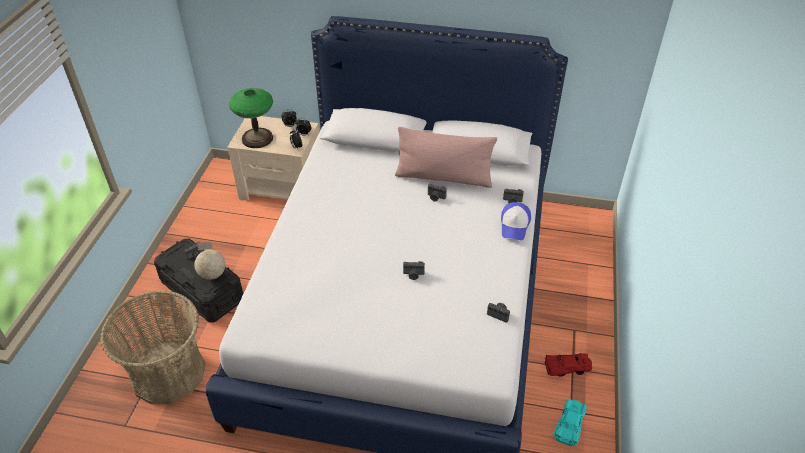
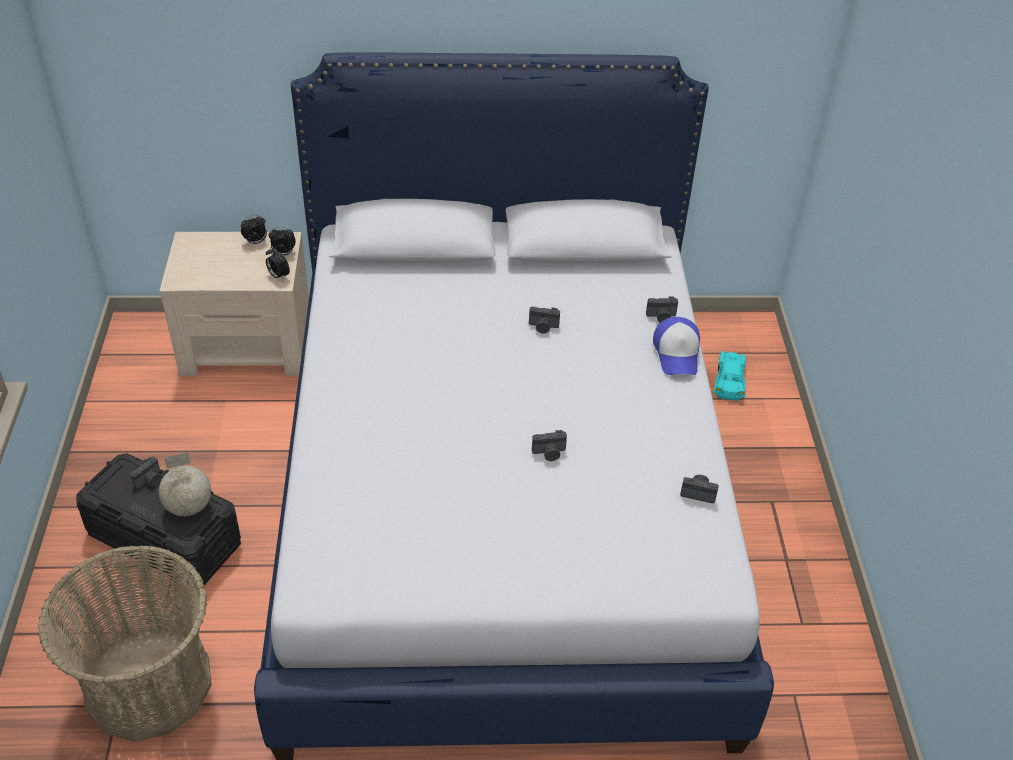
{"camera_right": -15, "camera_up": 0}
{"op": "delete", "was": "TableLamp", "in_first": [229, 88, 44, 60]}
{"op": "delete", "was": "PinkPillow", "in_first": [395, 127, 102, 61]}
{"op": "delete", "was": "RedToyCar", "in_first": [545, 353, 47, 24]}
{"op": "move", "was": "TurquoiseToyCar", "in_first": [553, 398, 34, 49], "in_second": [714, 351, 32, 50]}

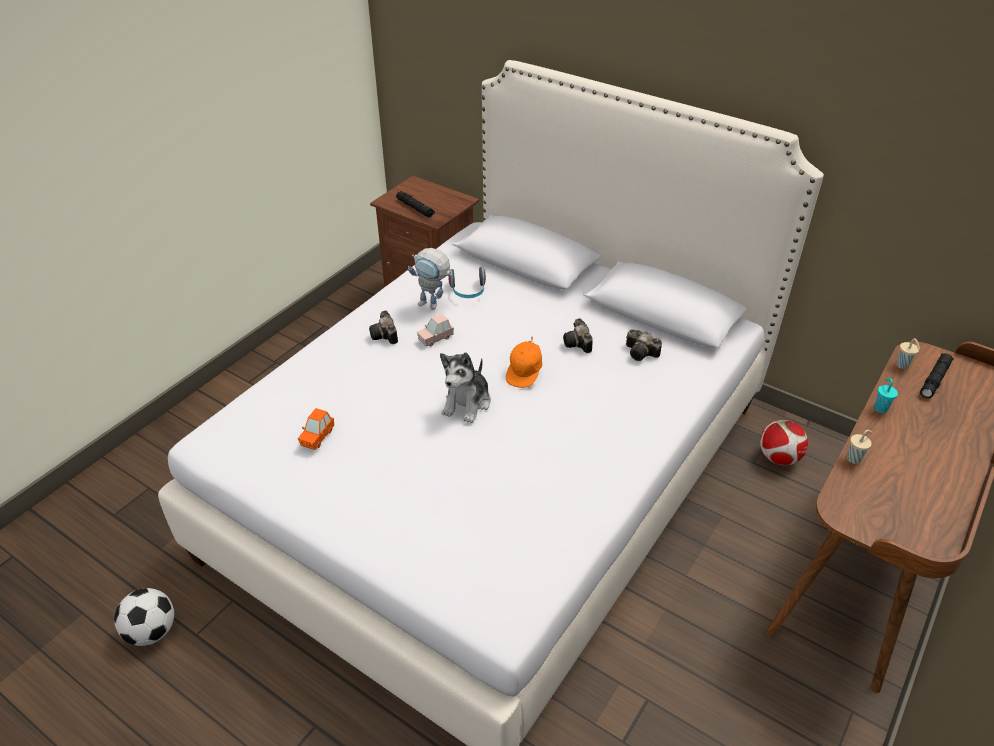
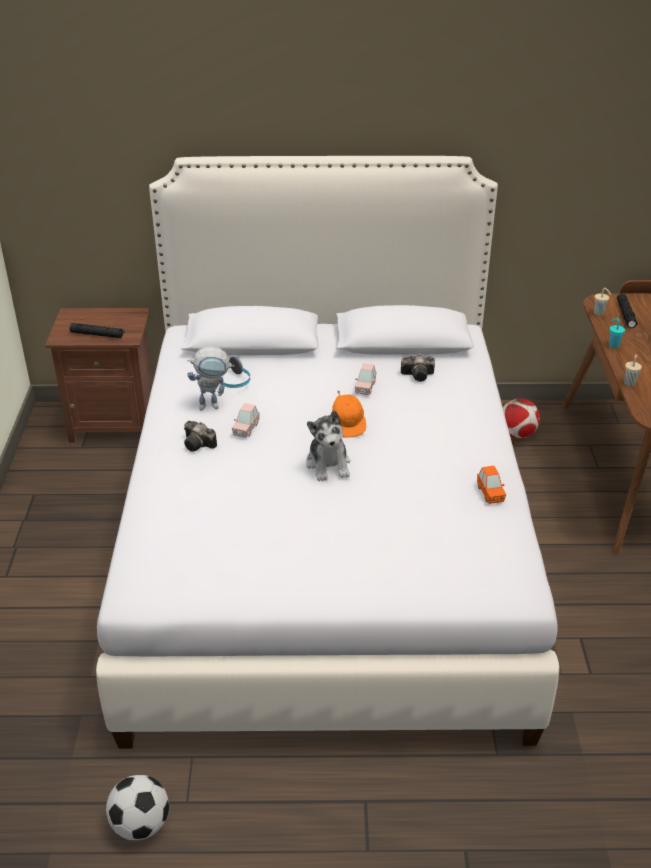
{"camera_right": -35, "camera_up": -5}
{"op": "move", "was": "OrangeToyCar", "in_first": [298, 408, 36, 42], "in_second": [477, 466, 29, 38]}
{"op": "replace", "was": "PhotoCamera", "now": "PinkToyCar", "in_first": [563, 318, 30, 35], "in_second": [355, 363, 22, 32]}

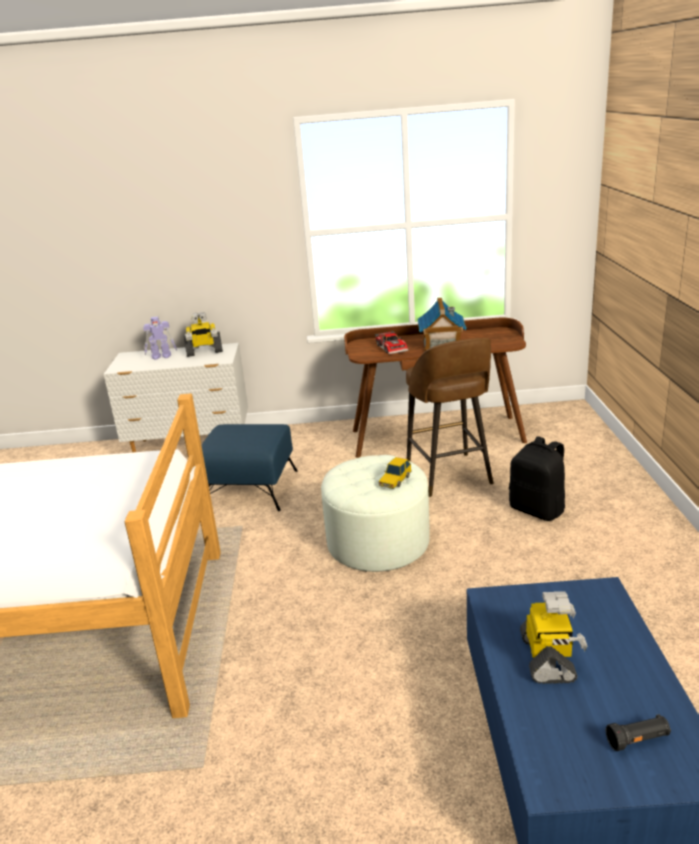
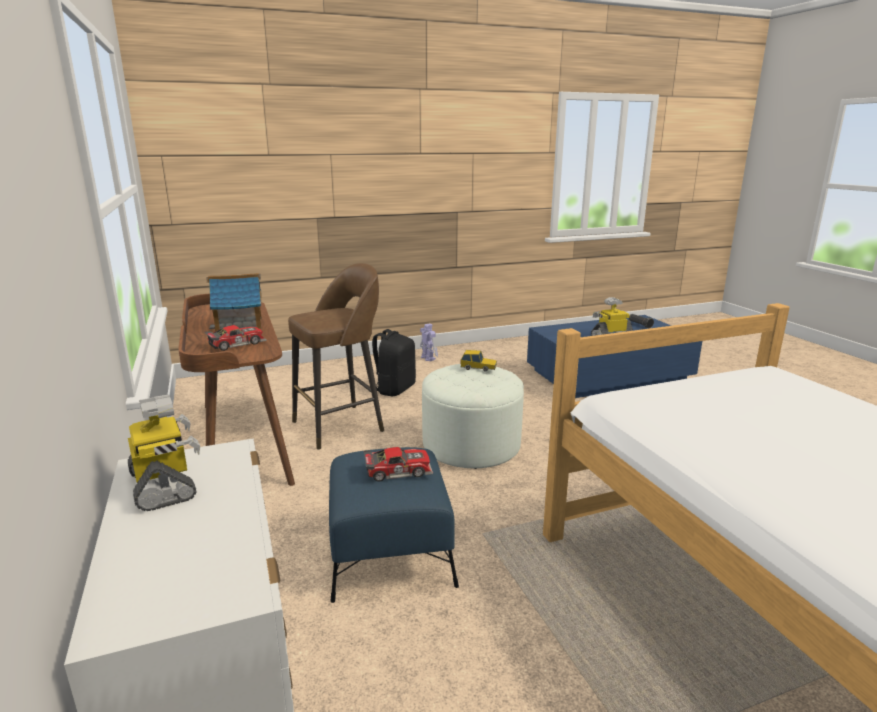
{"camera_right": -110, "camera_up": -5}
{"op": "insert", "now": "ToyCar", "in_second": [363, 447, 70, 35]}
{"op": "move", "was": "ToyRobot", "in_first": [143, 316, 34, 44], "in_second": [420, 324, 18, 37]}

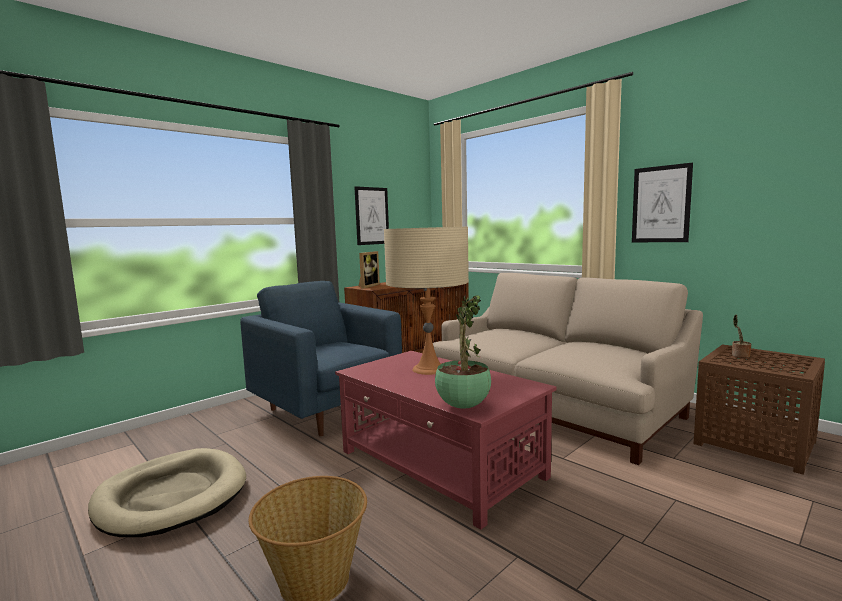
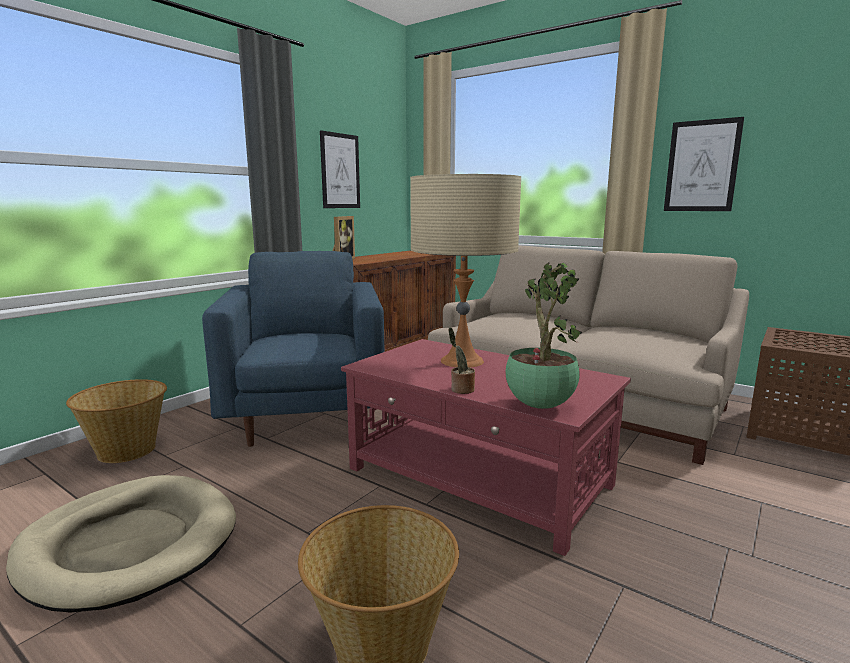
{"camera_right": -10, "camera_up": 5}
{"op": "insert", "now": "Basket", "in_second": [66, 379, 101, 84]}
{"op": "move", "was": "PottedPlant", "in_first": [732, 315, 19, 43], "in_second": [449, 327, 26, 67]}
{"op": "rotate", "was": "BlueArmchair", "in_first": [240, 281, 162, 155], "in_second": [202, 251, 183, 196], "clockwise": 45}

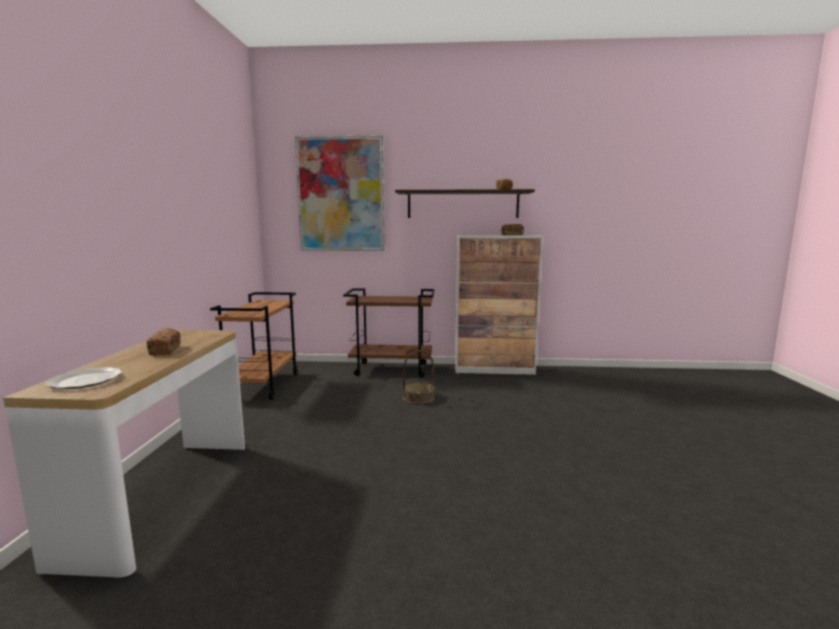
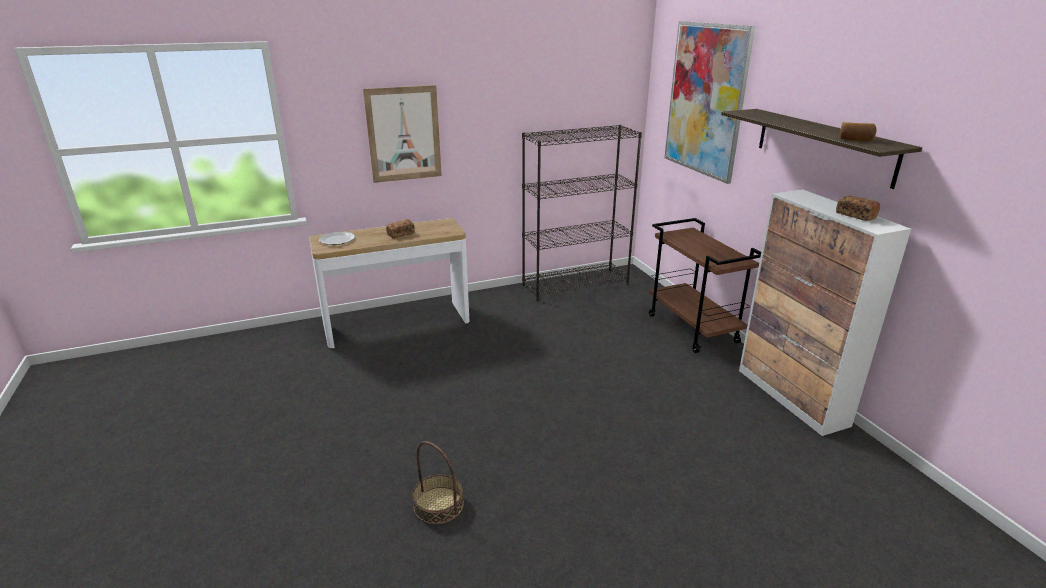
{"camera_right": 65, "camera_up": 15}
{"op": "insert", "now": "Picture", "in_second": [363, 85, 79, 98]}
{"op": "move", "was": "Basket", "in_first": [403, 350, 31, 54], "in_second": [412, 441, 52, 83]}
{"op": "replace", "was": "BrownCart", "now": "BlackBookcase", "in_first": [210, 292, 88, 108], "in_second": [522, 125, 120, 176]}

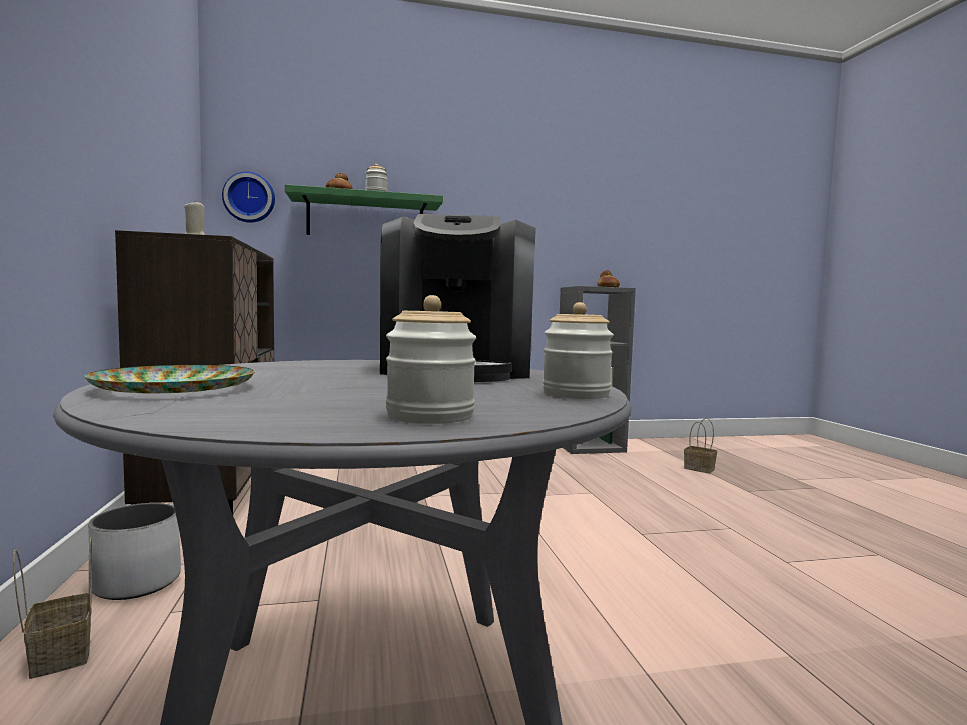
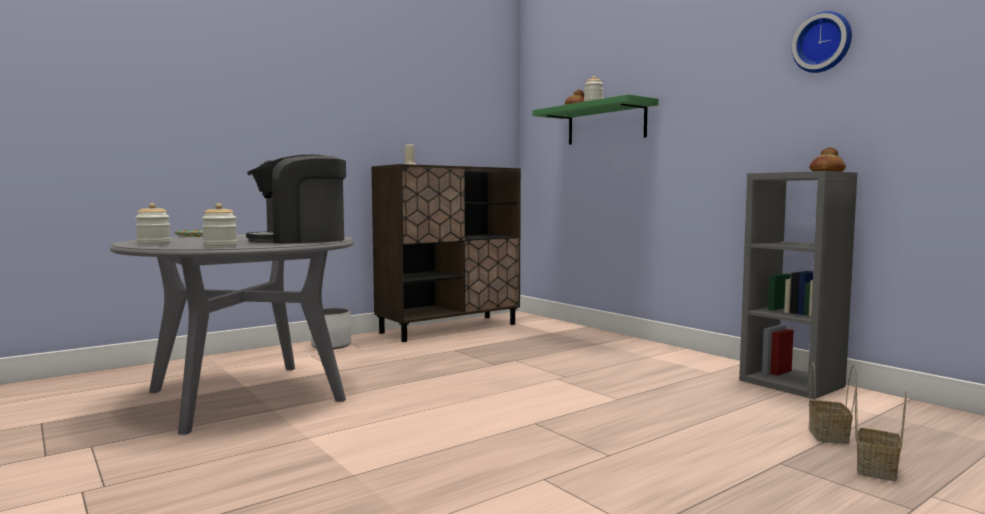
{"camera_right": 65, "camera_up": 0}
{"op": "move", "was": "Basket", "in_first": [13, 537, 79, 142], "in_second": [855, 384, 52, 97]}
{"op": "move", "was": "WallClock", "in_first": [222, 172, 53, 51], "in_second": [792, 11, 60, 62]}

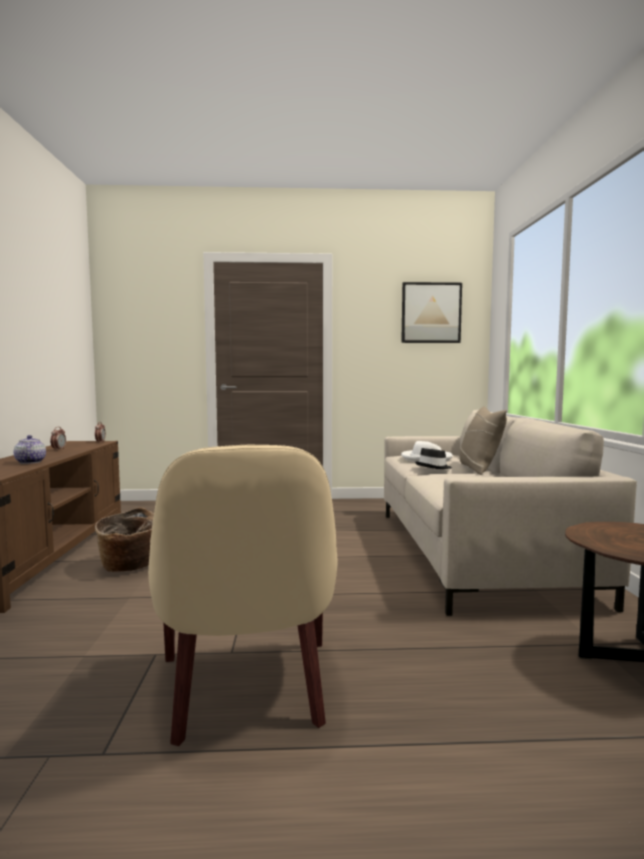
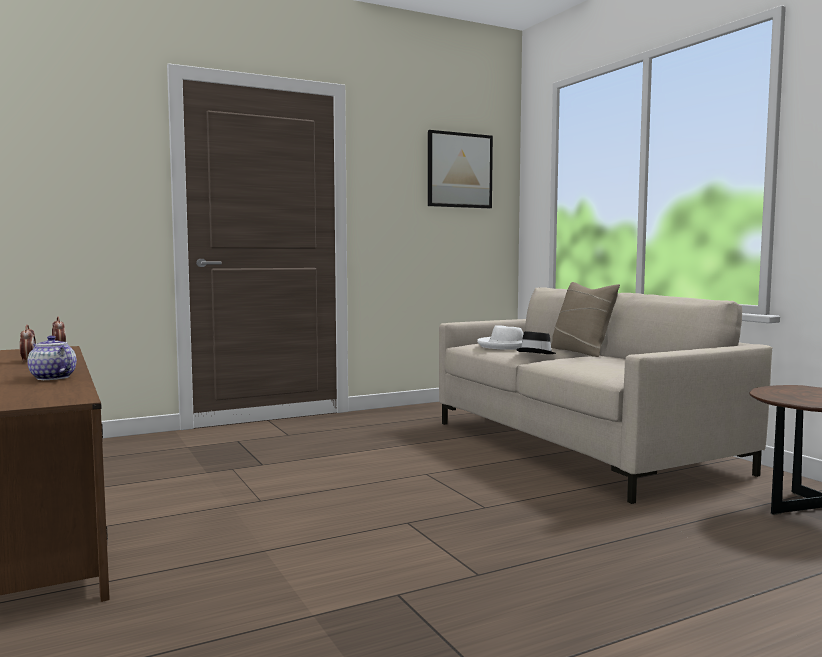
{"camera_right": -25, "camera_up": 0}
{"op": "delete", "was": "Basket", "in_first": [95, 507, 59, 65]}
{"op": "delete", "was": "BeigeArmchair", "in_first": [148, 445, 189, 301]}

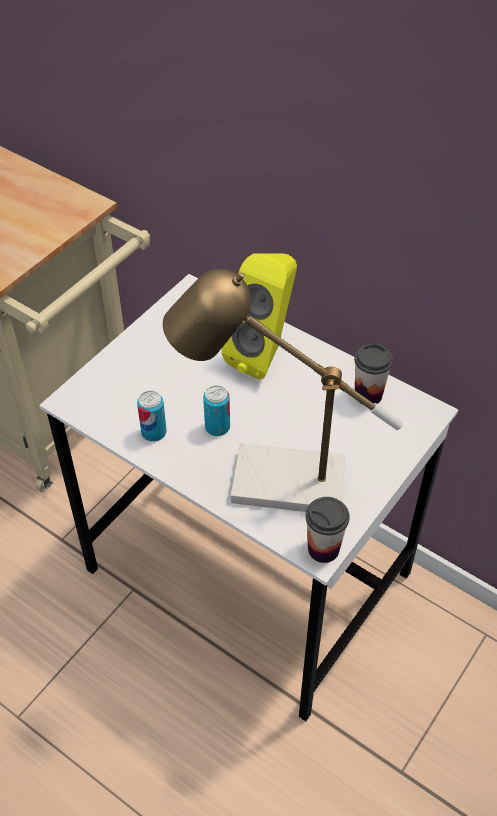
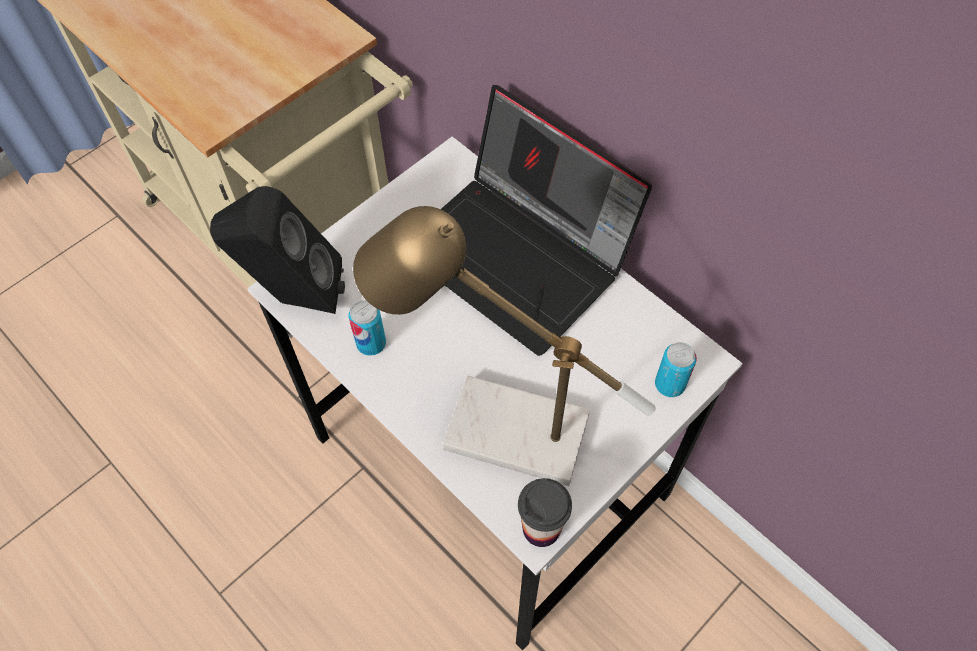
{"camera_right": 10, "camera_up": 10}
{"op": "delete", "was": "Cup", "in_first": [354, 343, 39, 61]}
{"op": "insert", "now": "BlackSpeaker", "in_second": [210, 186, 135, 128]}
{"op": "move", "was": "Can", "in_first": [203, 385, 27, 51], "in_second": [655, 342, 42, 55]}
{"op": "replace", "was": "YellowSpeaker", "now": "Laptop", "in_first": [221, 253, 76, 126], "in_second": [441, 85, 211, 271]}

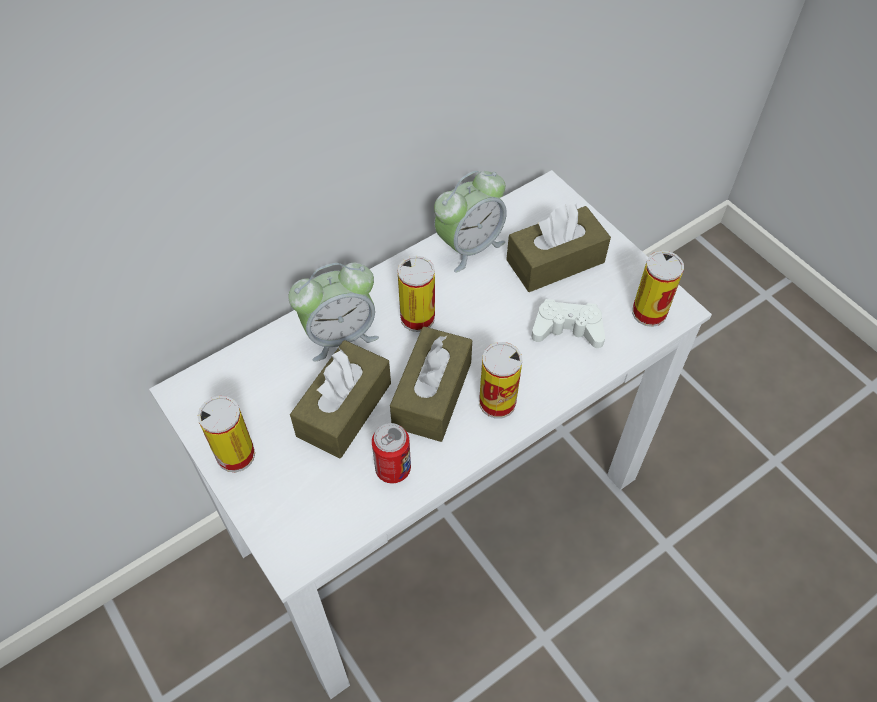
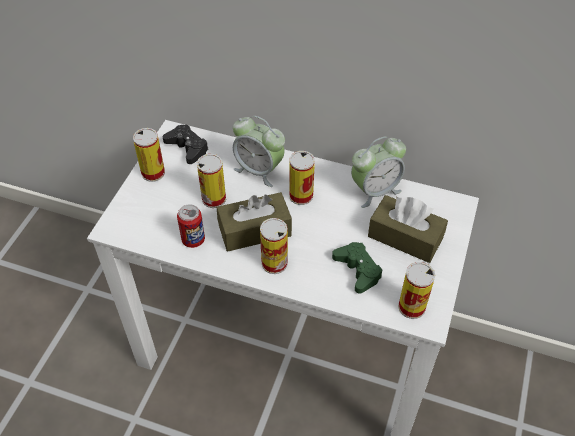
{"camera_right": 55, "camera_up": -5}
{"op": "insert", "now": "BlackGameController", "in_second": [162, 124, 47, 40]}
{"op": "replace", "was": "BrownTissueBox", "now": "Can", "in_first": [290, 340, 101, 118], "in_second": [197, 154, 29, 54]}
{"op": "recolor", "was": "WhiteGameController", "now": "GreenGameController", "in_first": [532, 299, 73, 49], "in_second": [332, 242, 50, 52]}
{"op": "rotate", "was": "AlarmClock", "in_first": [434, 171, 73, 102], "in_second": [351, 137, 55, 71], "clockwise": -45}

